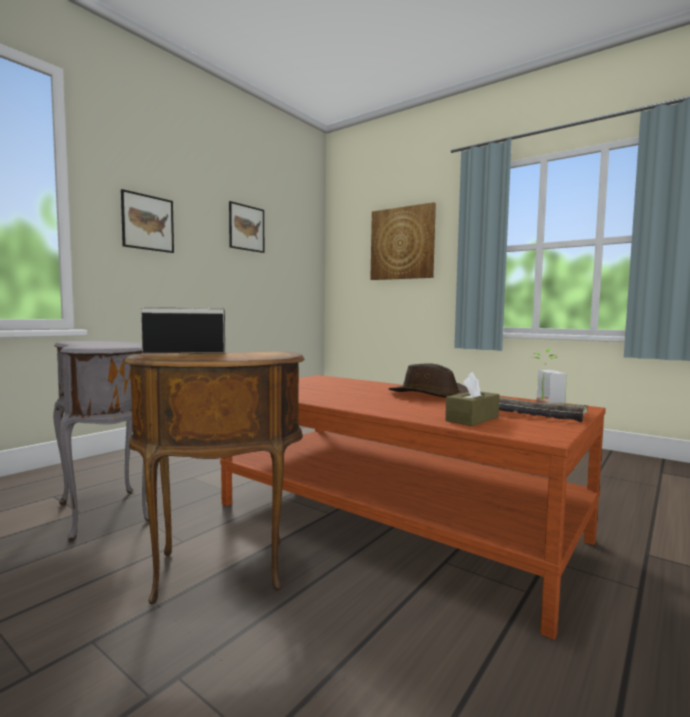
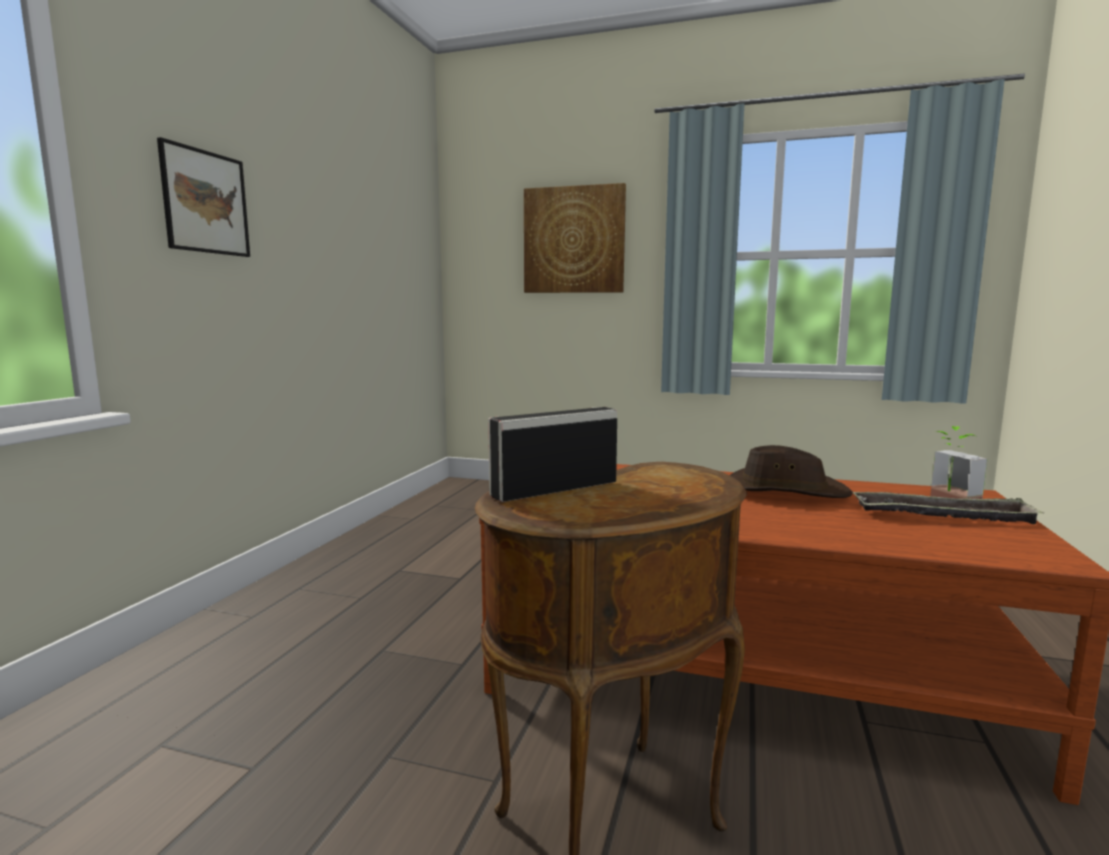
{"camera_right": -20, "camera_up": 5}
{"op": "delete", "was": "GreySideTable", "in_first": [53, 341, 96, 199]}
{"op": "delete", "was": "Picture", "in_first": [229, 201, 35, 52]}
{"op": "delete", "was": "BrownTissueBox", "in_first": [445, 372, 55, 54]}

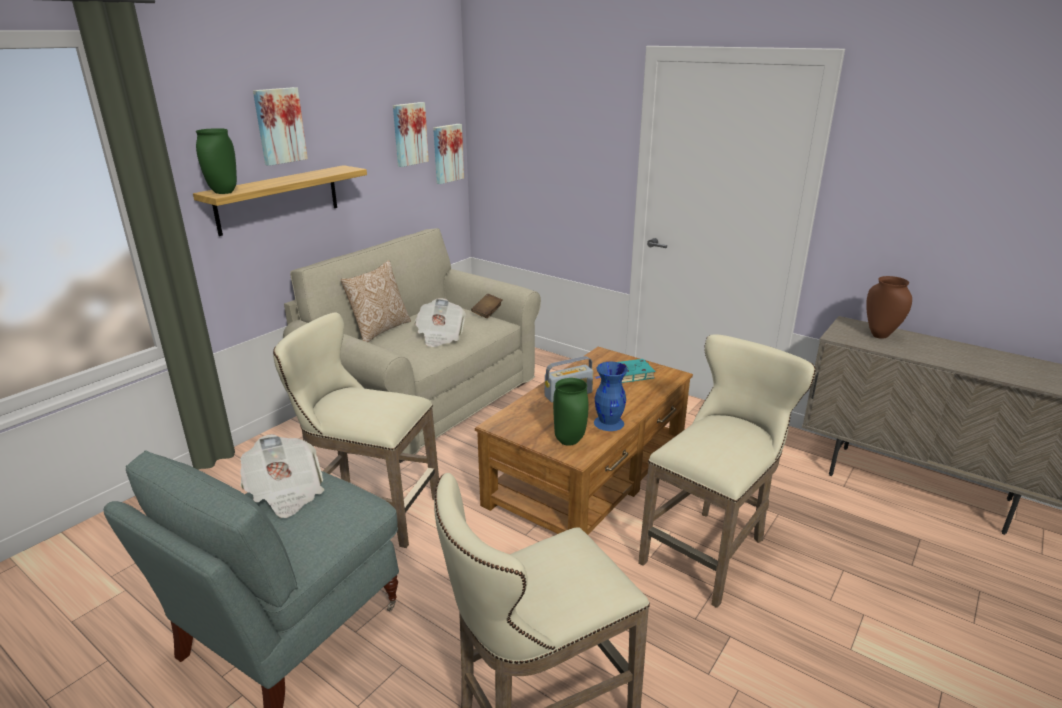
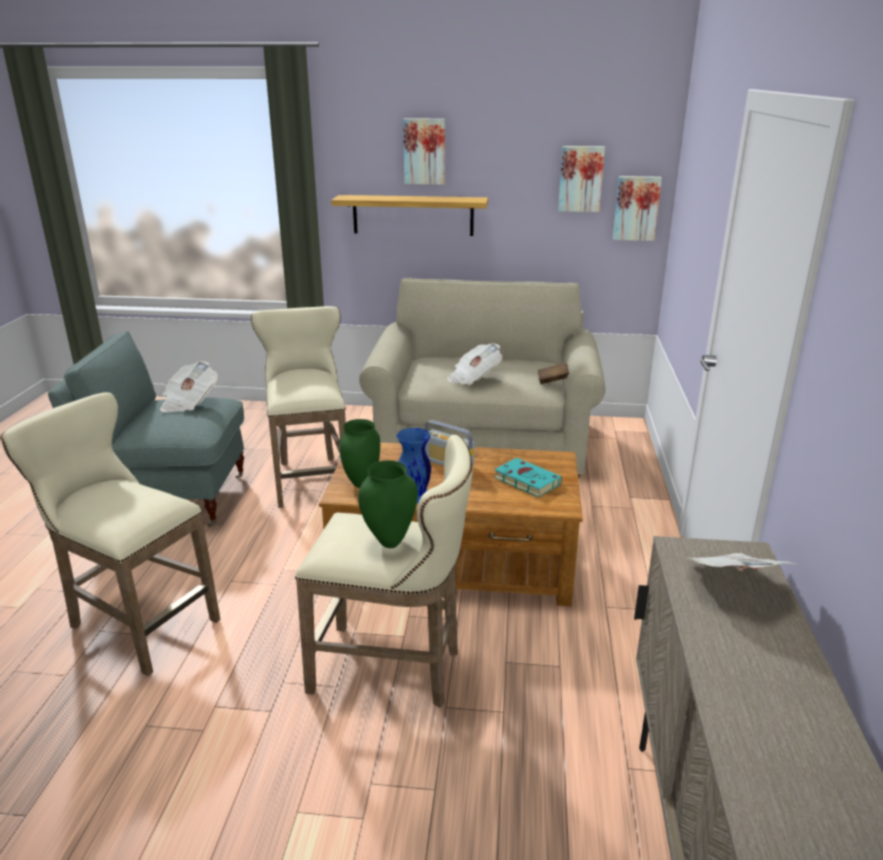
{"camera_right": 60, "camera_up": 0}
{"op": "delete", "was": "Pillow", "in_first": [341, 260, 70, 82]}
{"op": "move", "was": "GreenVase", "in_first": [196, 128, 41, 66], "in_second": [358, 460, 60, 88]}
{"op": "replace", "was": "BrownVase", "now": "Newspaper", "in_first": [866, 276, 46, 63], "in_second": [687, 553, 109, 18]}

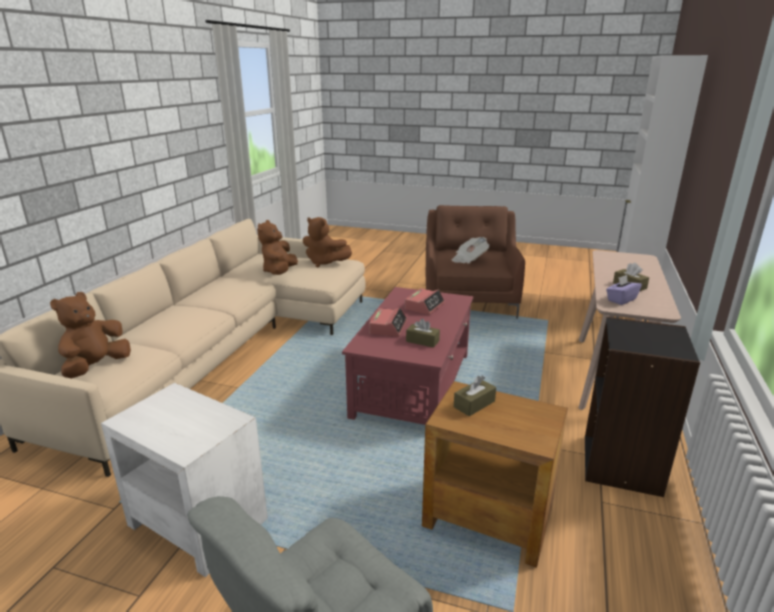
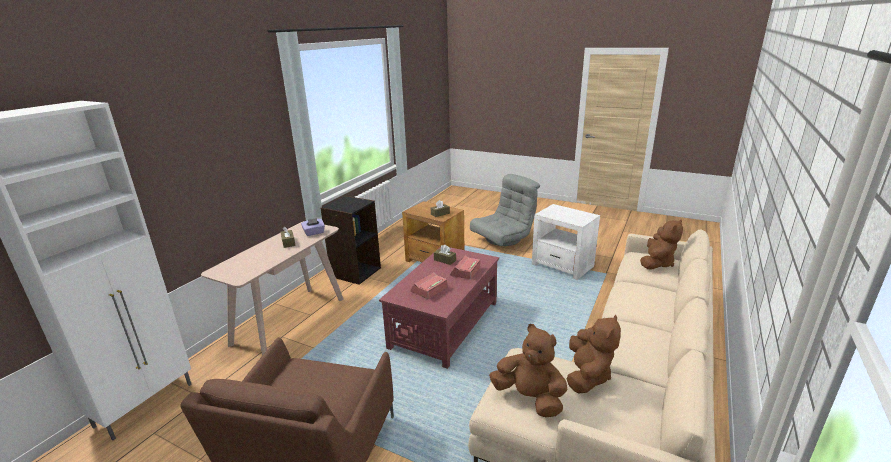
{"camera_right": -170, "camera_up": 0}
{"op": "delete", "was": "Newspaper", "in_first": [452, 237, 37, 27]}

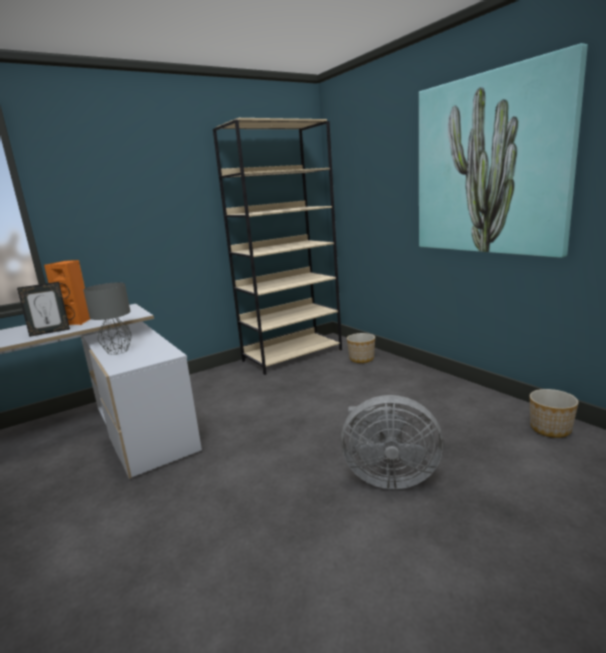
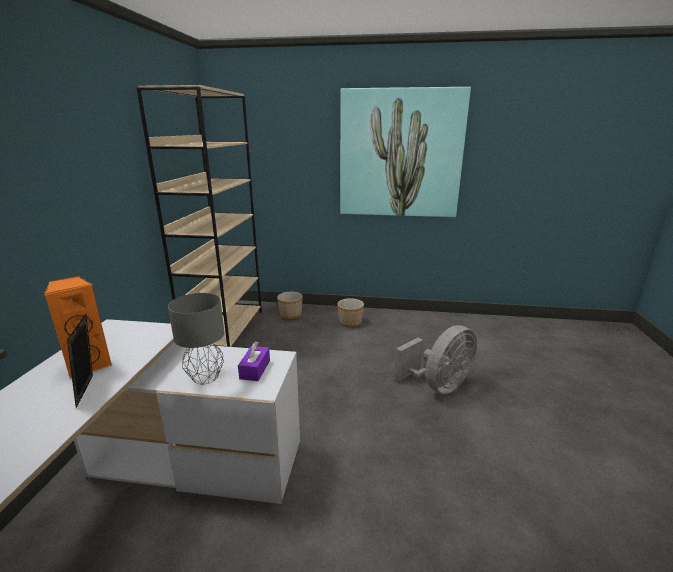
{"camera_right": -50, "camera_up": 5}
{"op": "insert", "now": "PurpleTissueBox", "in_second": [238, 341, 32, 40]}
{"op": "move", "was": "Planter", "in_first": [530, 389, 49, 49], "in_second": [338, 298, 26, 30]}
{"op": "rotate", "was": "PictureFrame", "in_first": [17, 282, 53, 55], "in_second": [67, 314, 26, 94], "clockwise": 150}

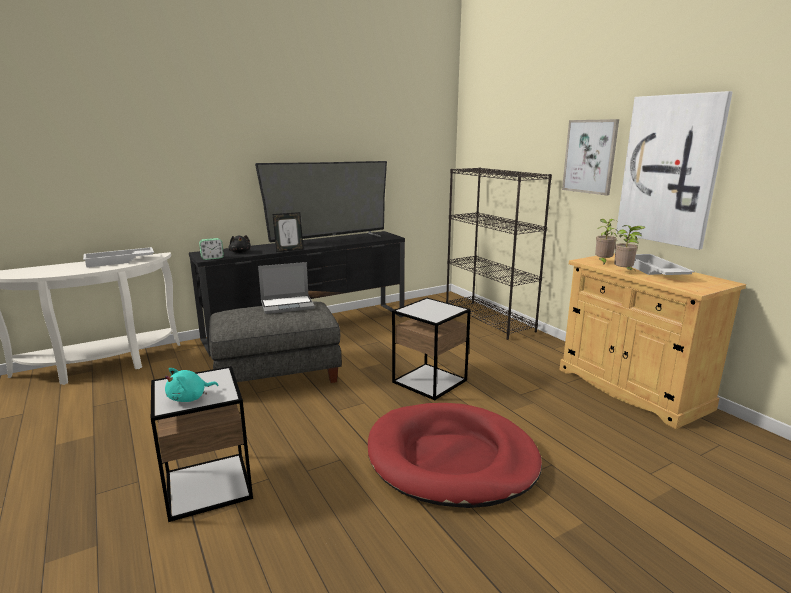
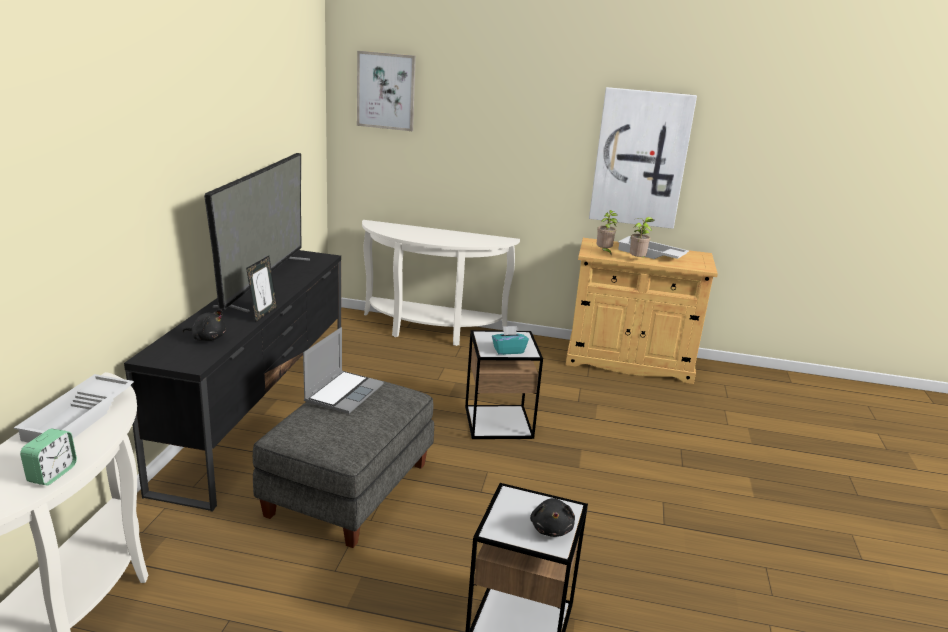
{"camera_right": -50, "camera_up": 5}
{"op": "delete", "was": "RedDogBed", "in_first": [368, 403, 174, 105]}
{"op": "insert", "now": "TurquoiseTissueBox", "in_second": [492, 326, 37, 29]}
{"op": "move", "was": "AlarmClock", "in_first": [199, 238, 25, 22], "in_second": [20, 429, 57, 56]}
{"op": "move", "was": "Picture", "in_first": [562, 119, 57, 76], "in_second": [357, 51, 59, 80]}
{"op": "replace", "was": "BlackBookcase", "now": "WhiteConsoleTable", "in_first": [446, 167, 106, 173], "in_second": [362, 220, 158, 126]}
{"op": "recolor", "was": "TurquoisePlushToy", "now": "BlackPlushToy", "in_first": [165, 368, 53, 34], "in_second": [530, 498, 45, 39]}

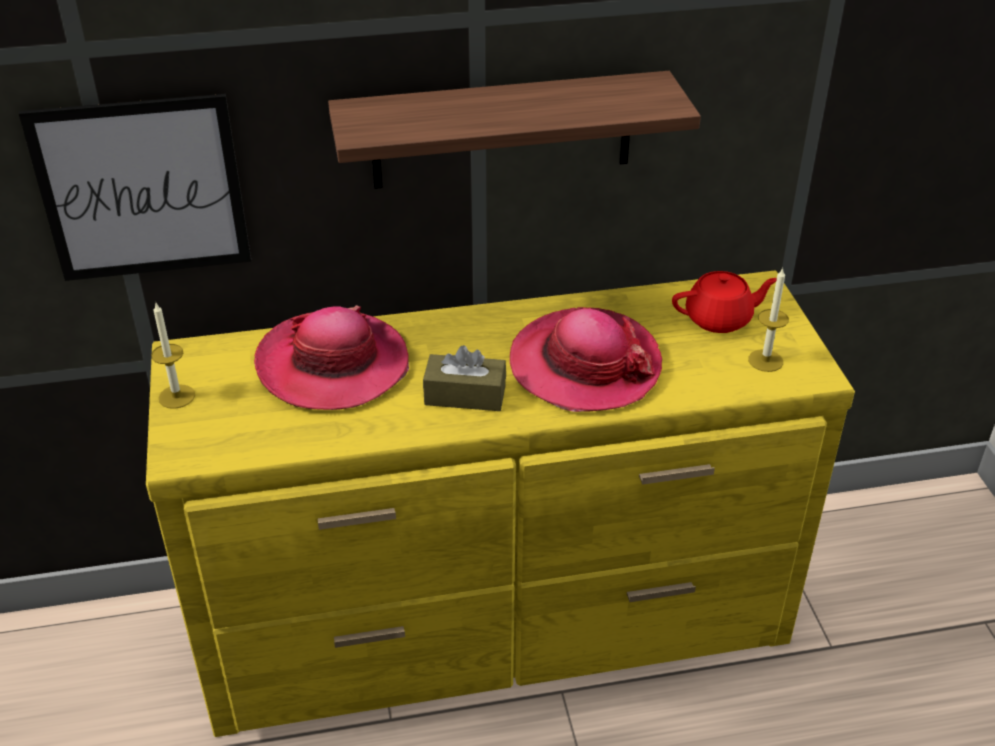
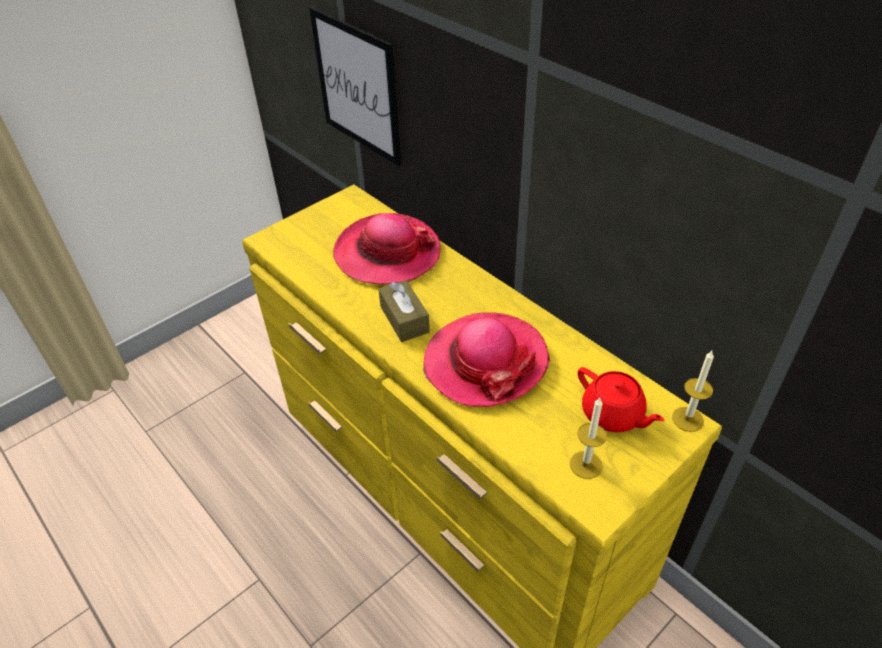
{"camera_right": 60, "camera_up": 5}
{"op": "delete", "was": "Shelf", "in_first": [328, 71, 373, 118]}
{"op": "move", "was": "Candle", "in_first": [151, 303, 44, 106], "in_second": [672, 351, 42, 81]}

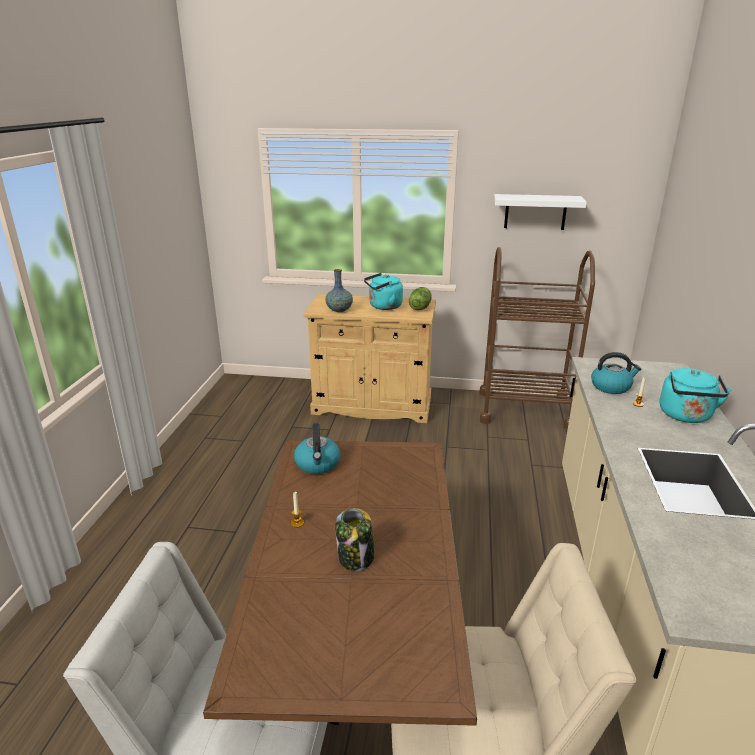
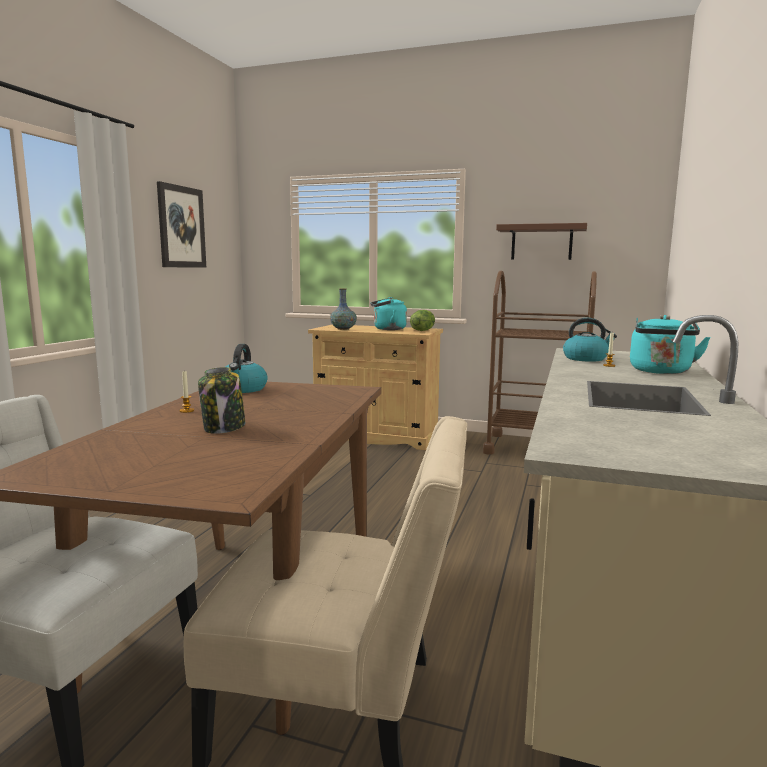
{"camera_right": 10, "camera_up": -15}
{"op": "insert", "now": "Picture", "in_second": [157, 181, 49, 87]}
{"op": "recolor", "was": "WhiteShelf", "now": "BrownShelf", "in_first": [494, 194, 93, 36], "in_second": [496, 223, 91, 37]}

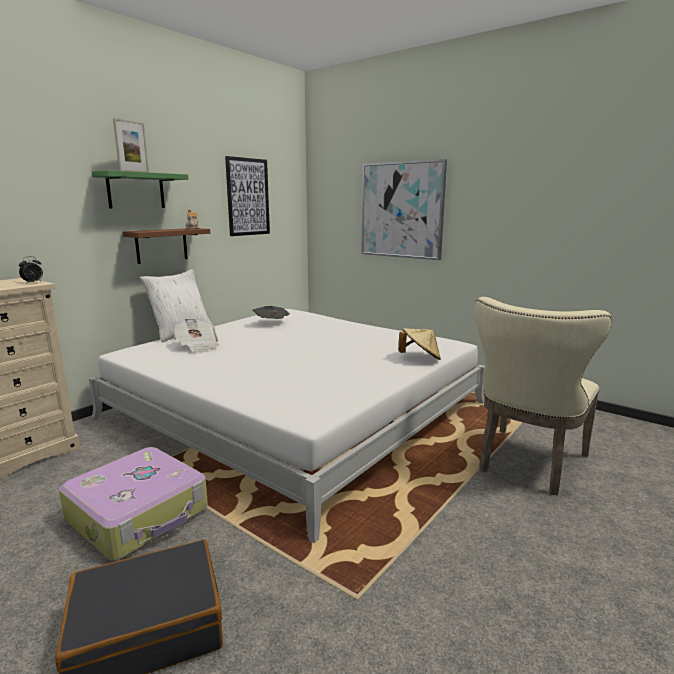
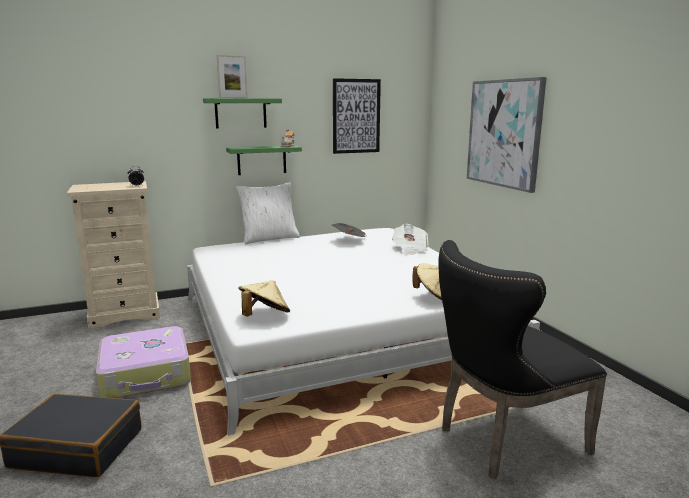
{"camera_right": 30, "camera_up": 0}
{"op": "insert", "now": "BeigeHat", "in_second": [239, 280, 51, 36]}
{"op": "move", "was": "Newspaper", "in_first": [174, 318, 45, 36], "in_second": [392, 224, 36, 31]}
{"op": "recolor", "was": "BrownShelf", "now": "GreenShelf", "in_first": [122, 228, 88, 36], "in_second": [226, 146, 76, 29]}
{"op": "recolor", "was": "BeigeChair", "now": "BlackChair", "in_first": [475, 297, 137, 198], "in_second": [439, 240, 168, 239]}

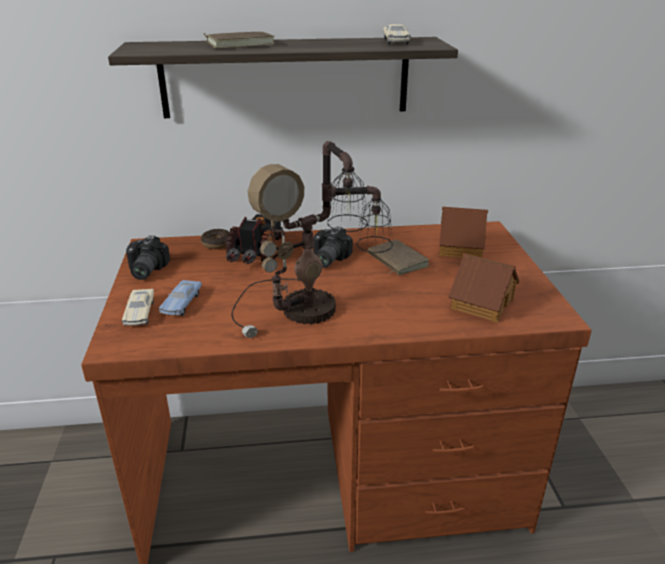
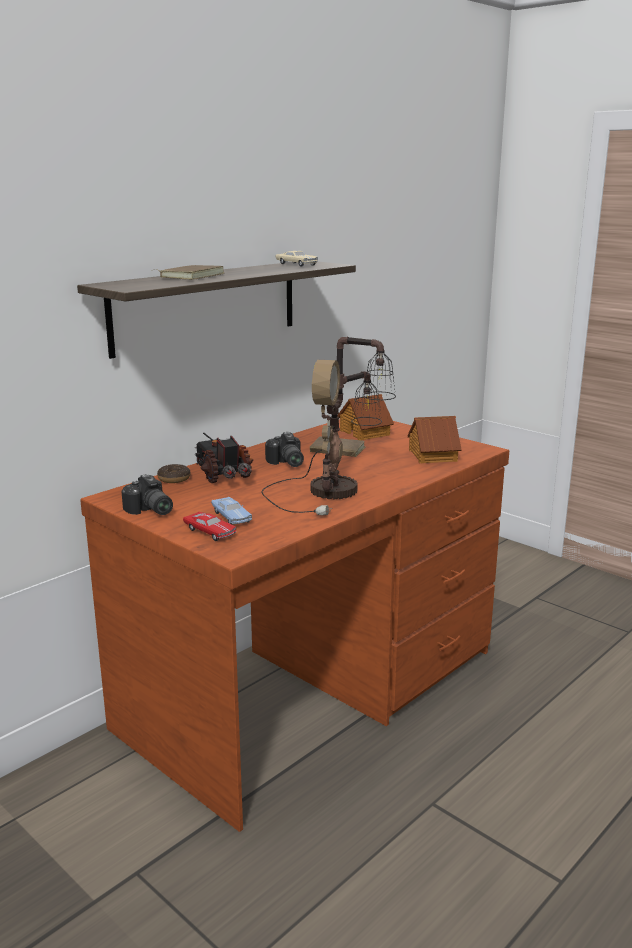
{"camera_right": -40, "camera_up": -10}
{"op": "recolor", "was": "BeigeToyCar", "now": "RedToyCar", "in_first": [122, 289, 32, 37], "in_second": [183, 512, 53, 29]}

